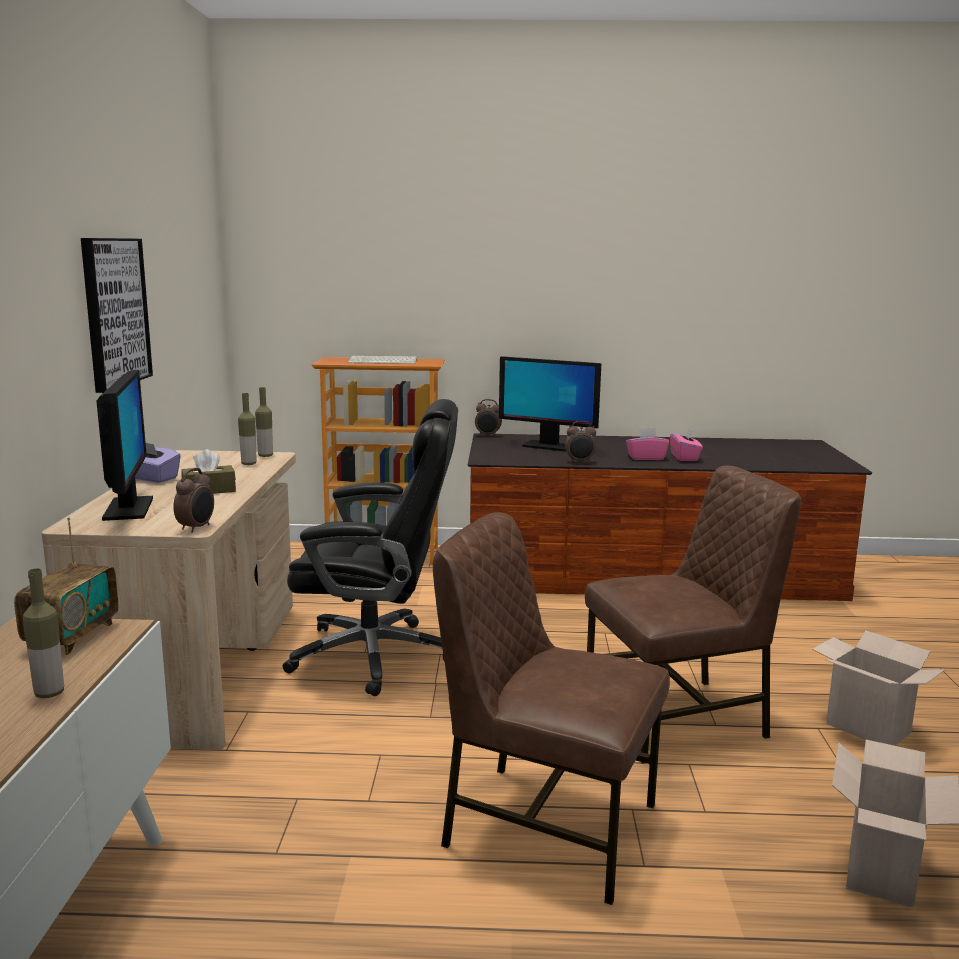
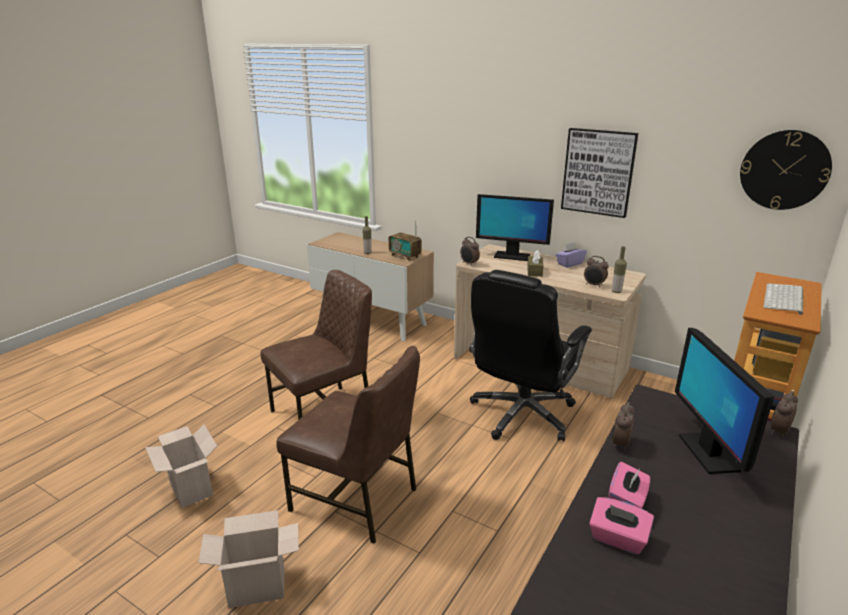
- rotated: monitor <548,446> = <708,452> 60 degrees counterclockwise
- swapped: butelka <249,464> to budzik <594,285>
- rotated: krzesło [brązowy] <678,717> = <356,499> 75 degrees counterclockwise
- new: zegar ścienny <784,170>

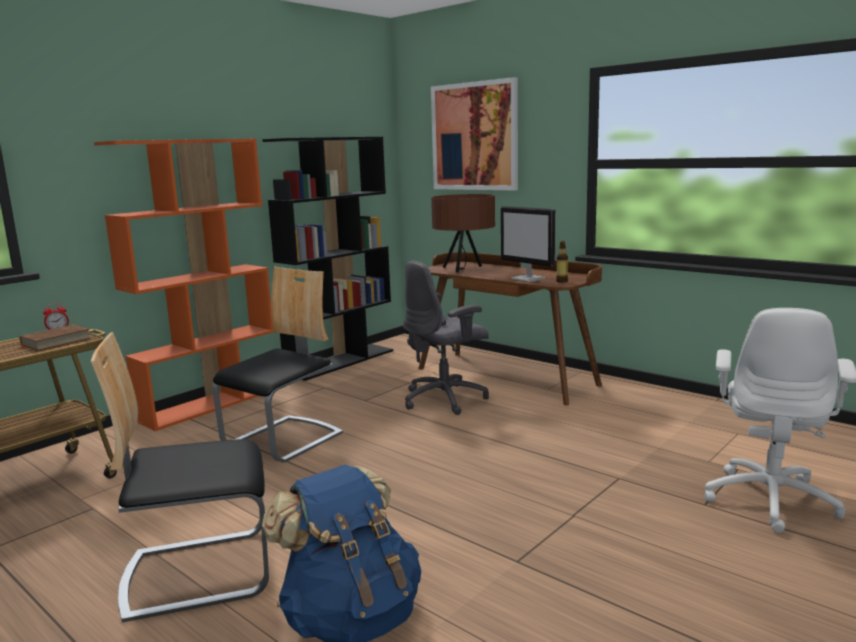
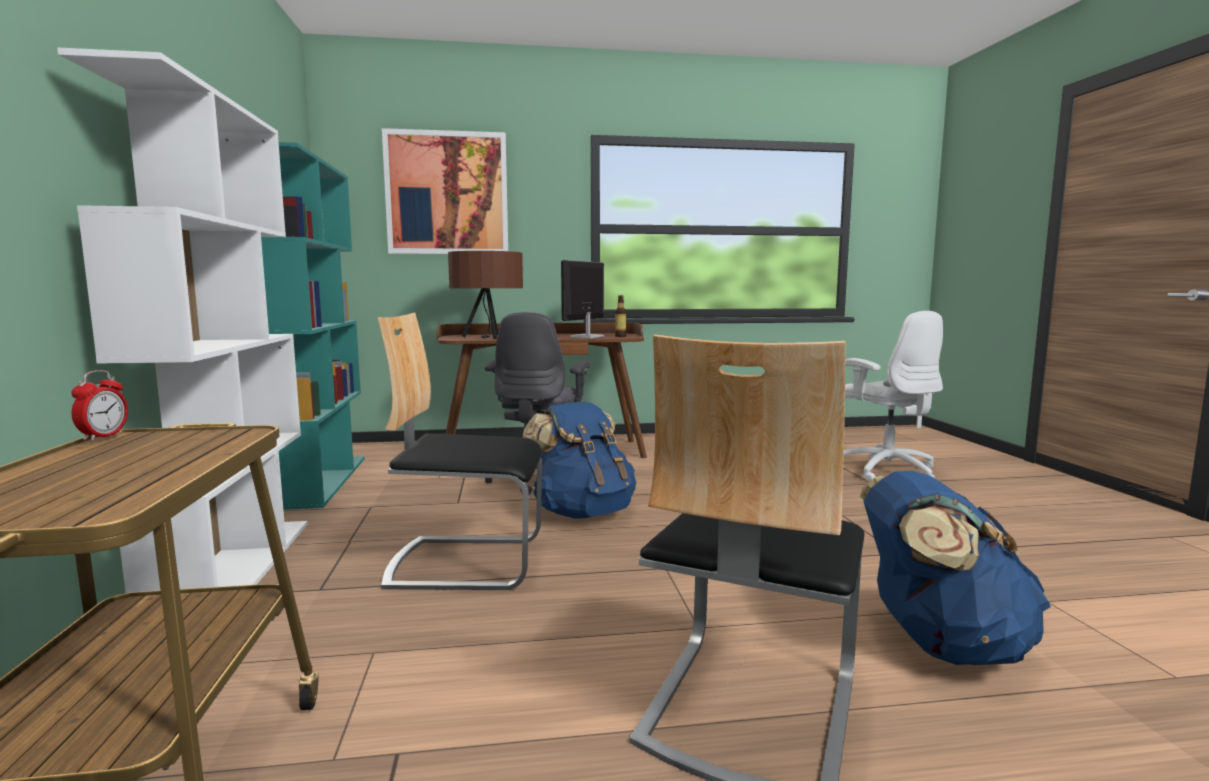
- repainted: regał [czarny] <340,361> to regał [turkusowy] <321,481>
- repainted: regał [pomarańczowy] <211,404> to regał [biały] <234,568>
- rotated: monitor <528,279> = <586,337> 120 degrees clockwise
- rotated: krzesło <284,440> = <466,562> 75 degrees counterclockwise
- gone: książka [brązowy] <56,341>
- new: plecak [niebieski] <583,512>

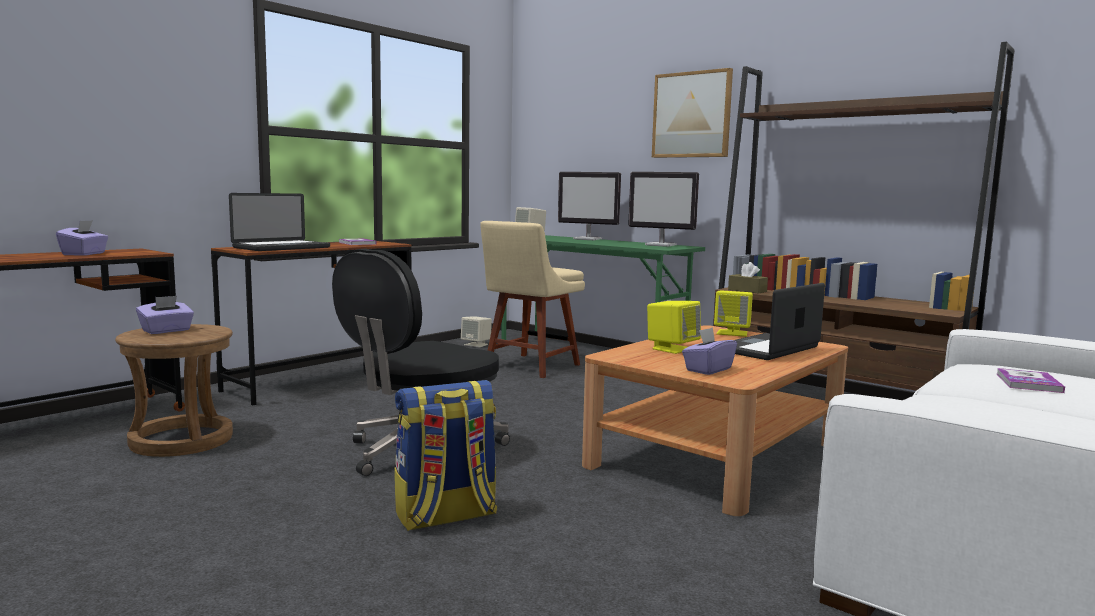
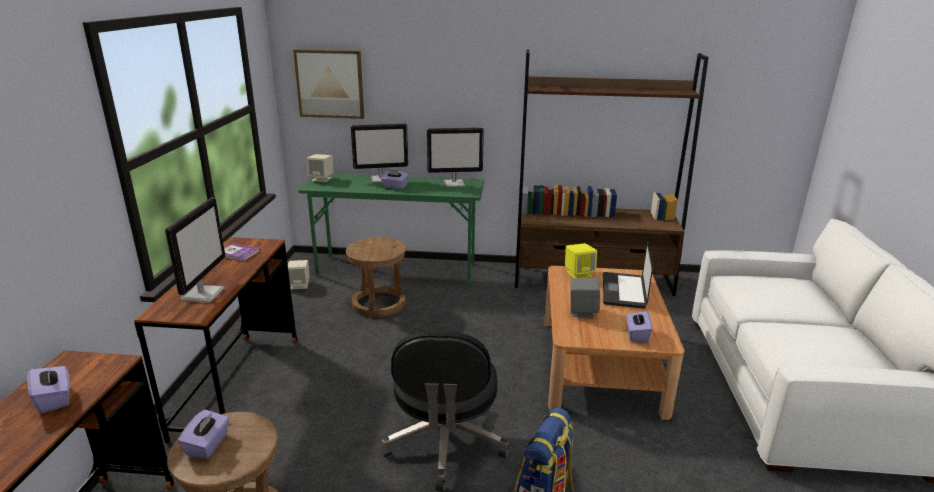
- shifted: obraz <692,115> to <330,84>
- swapped: laptop <282,247> to monitor <203,294>
- swapped: krzesło [beżowy] <529,367> to stołek [brązowy] <378,304>
- gone: pudełko chusteczek [brązowy] <747,290>
- repainted: głośnik [żółty] <672,349> to głośnik [szary] <582,312>
- gone: książka <1028,383>
- new: pudełko chusteczek [fioletowy] <395,187>

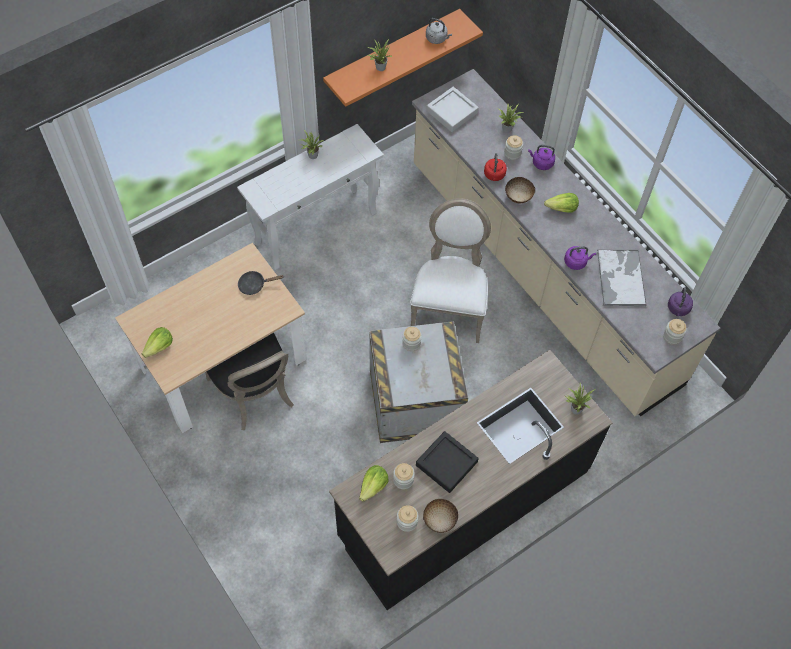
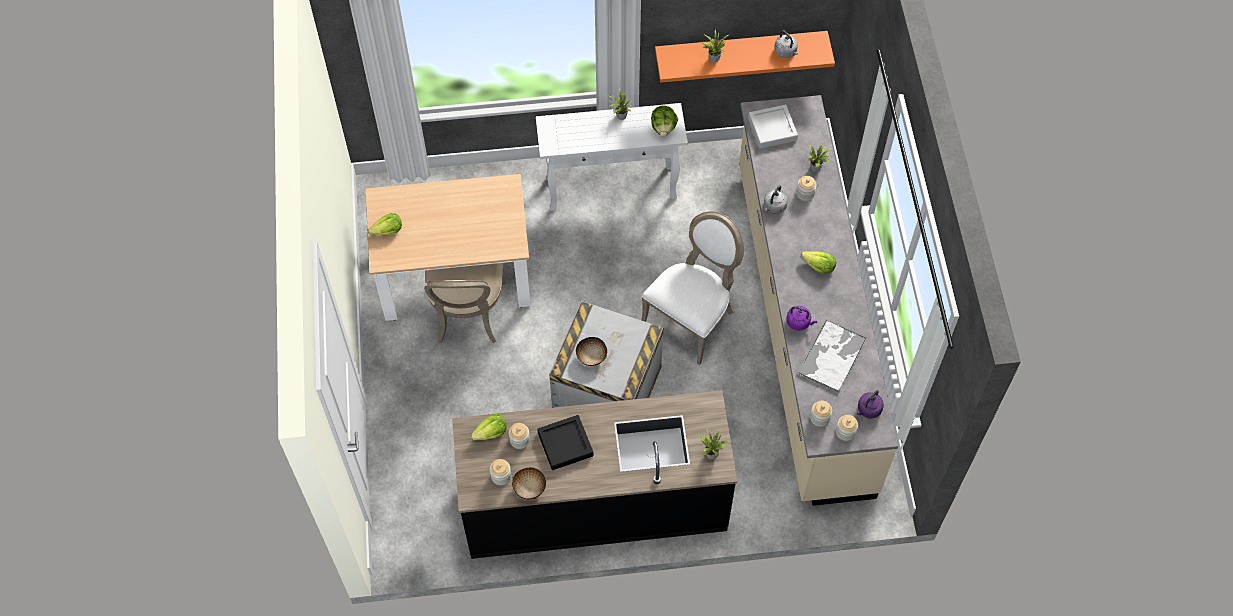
- gone: czajnik [fioletowy] <541,163>
- repainted: czajnik [czerwony] <494,175> to czajnik [szary] <774,207>
- shifted: miska <518,197> to <591,357>
- gone: patelnia [czarny] <255,285>
- shifted: słoik <411,343> to <820,418>
- repainted: krzesło [czarny] <255,393> to krzesło [beżowy] <467,315>
- new: sałata <663,128>

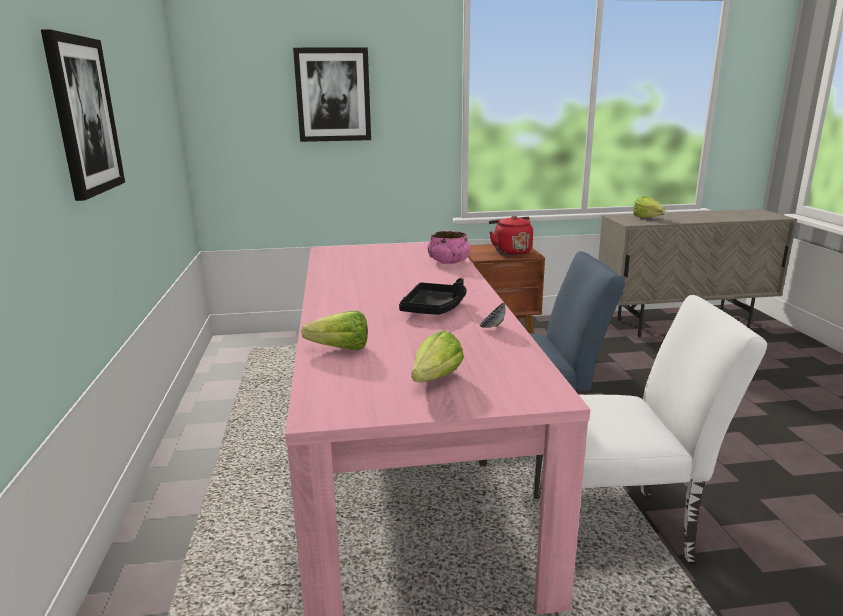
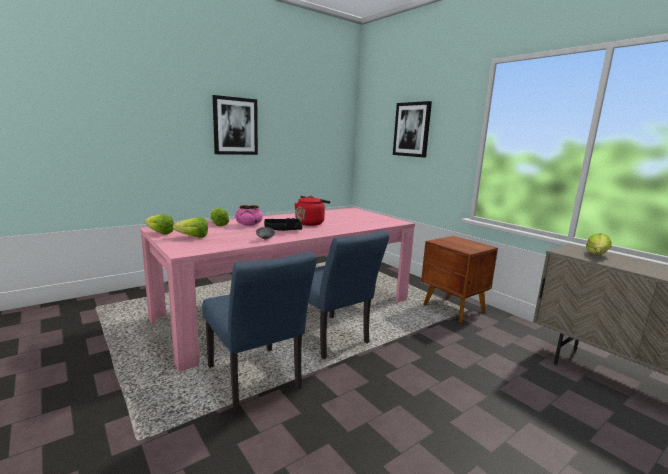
- shifted: czajnik [czerwony] <510,252> to <310,223>
- shifted: miska [różowy] <448,262> to <249,224>
- repainted: krzesło [biały] <621,527> to krzesło [niebieski] <256,381>
- new: sałata <158,232>

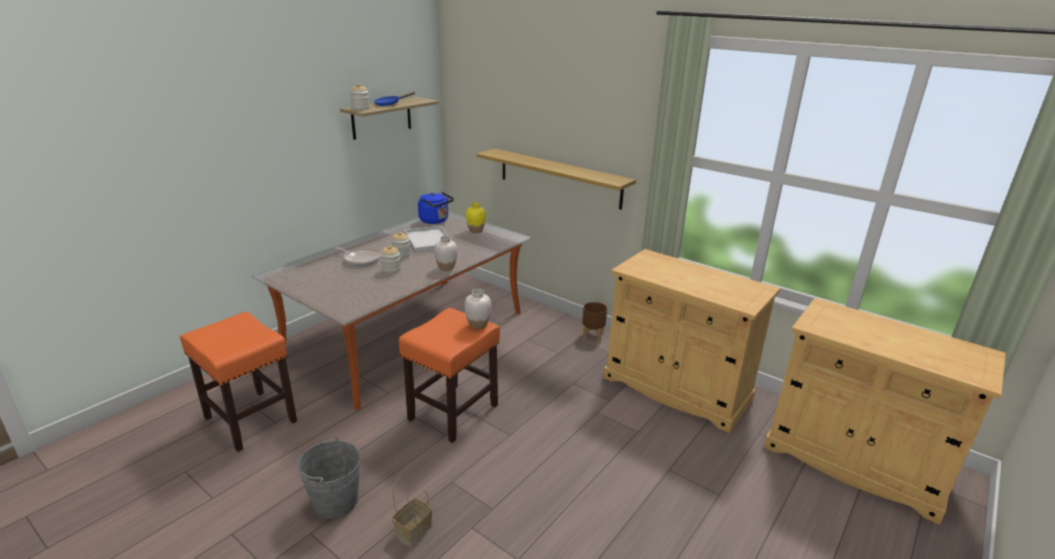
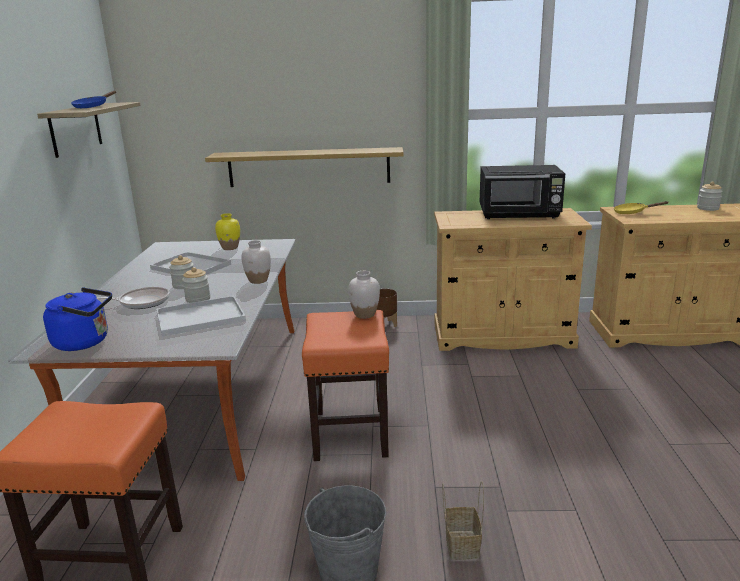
- shifted: słoik <360,108> to <708,208>
- shifted: czajnik [niebieski] <435,221> to <85,342>
- new: mikrofalówka [czarny] <519,215>
- new: patelnia [żółty] <632,212>
- new: taca [biały] <199,318>

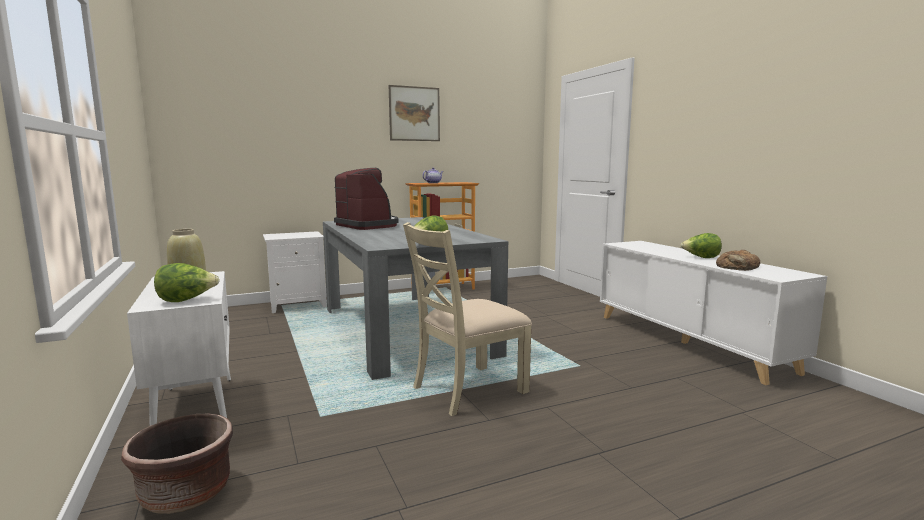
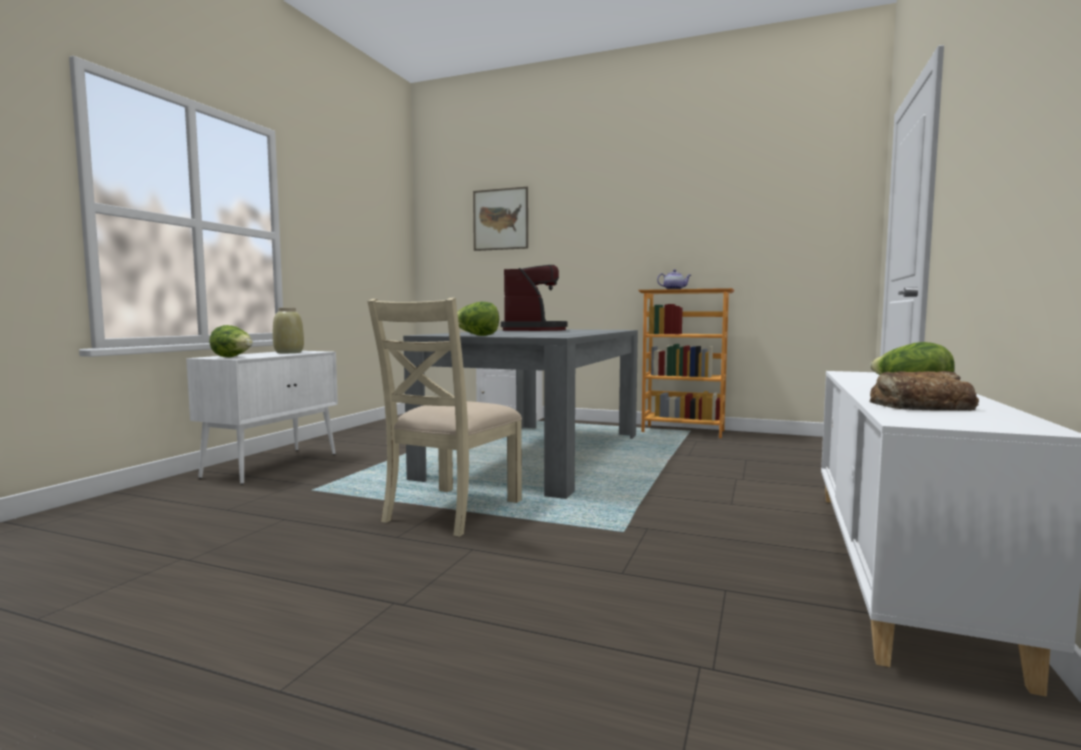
- shifted: obraz <414,114> to <500,219>
- rotated: krzesło [beżowy] <468,389> = <451,510> 75 degrees counterclockwise
- gone: donica [brązowy] <186,493>

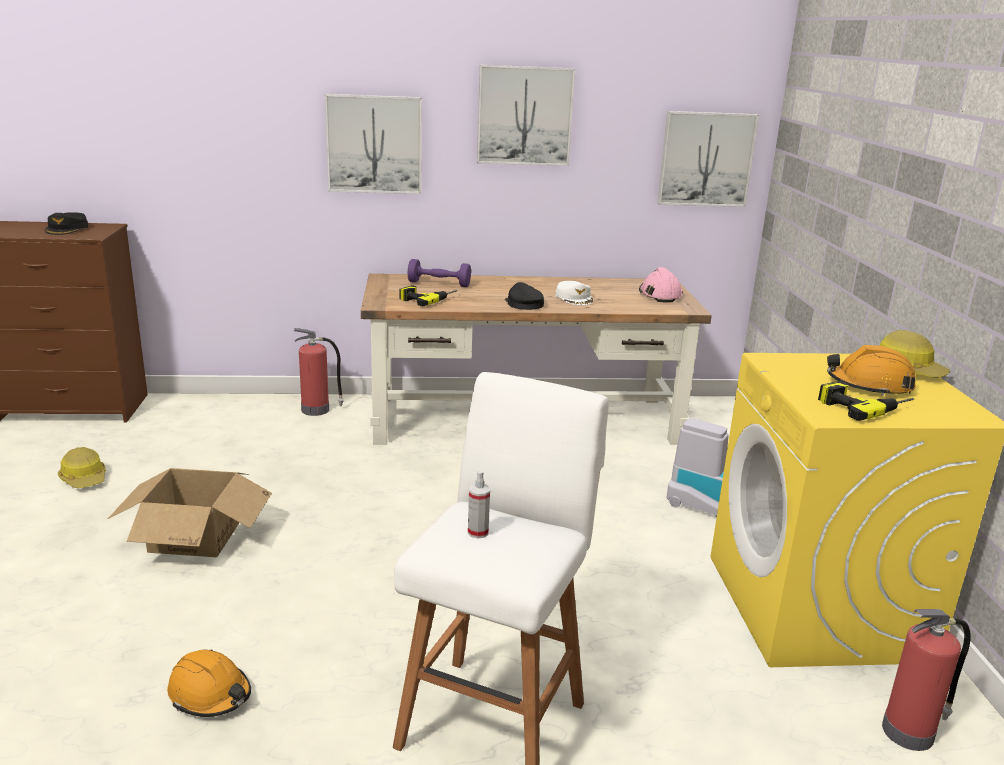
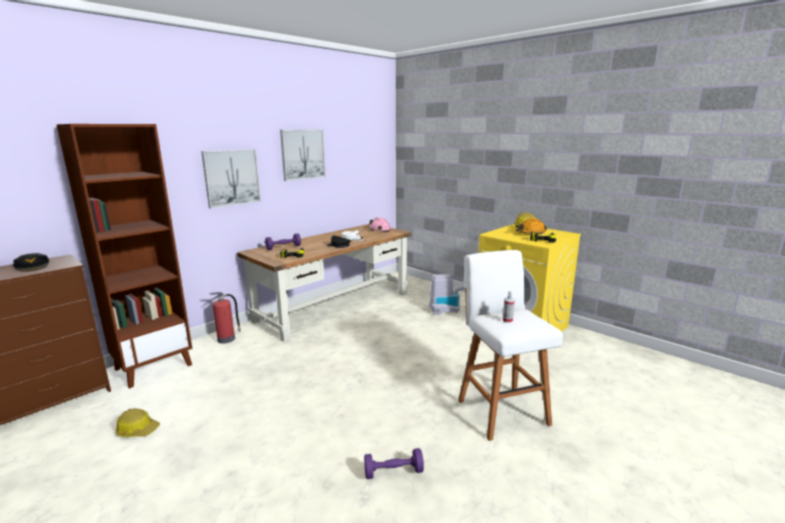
- gone: obraz <706,159>
- gone: karton <196,535>
- gone: gaśnica <910,731>
- swapped: kask [pomarańczowy] <210,694> to hantel [fioletowy] <393,472>
- new: regał [brązowy] <154,366>

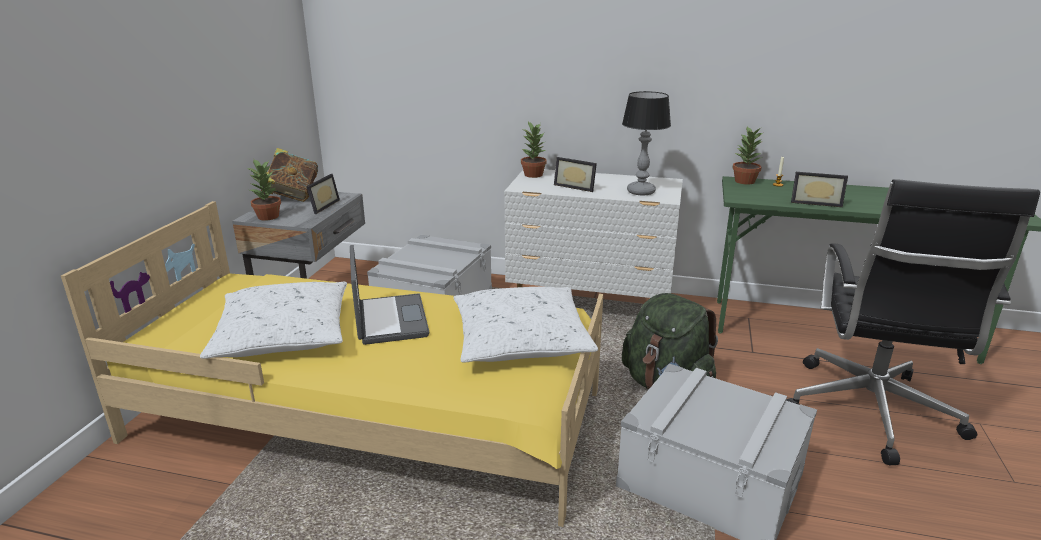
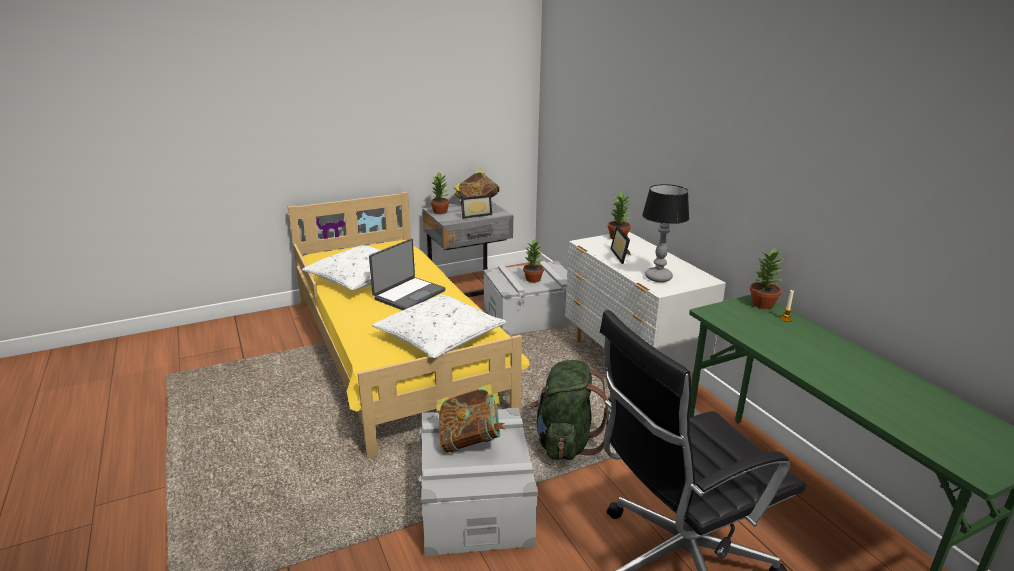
- gone: ramka na zdjęcie <815,202>
- new: roślina doniczkowa <533,279>
- new: książka <470,440>

